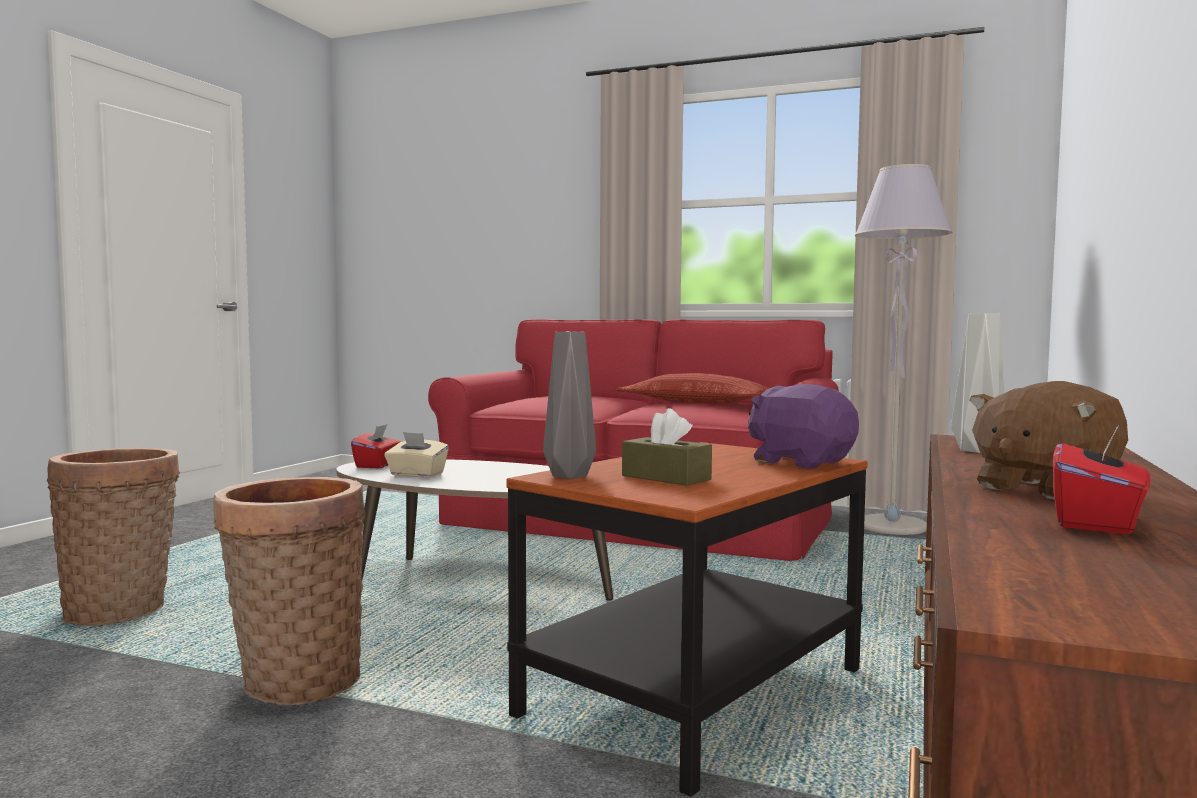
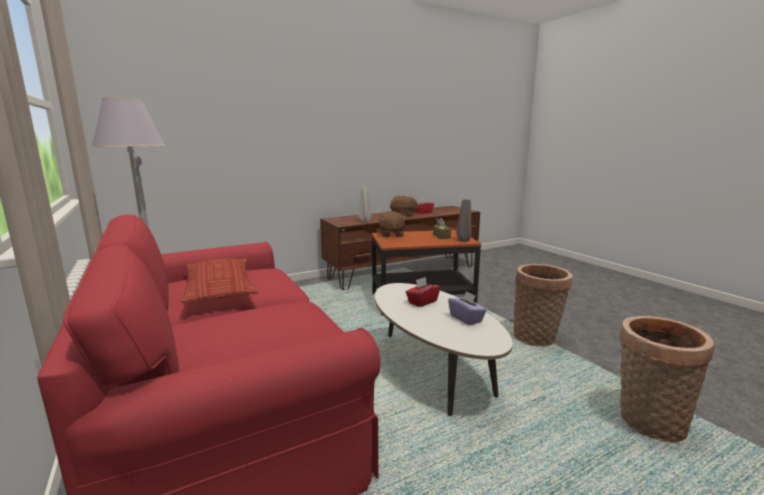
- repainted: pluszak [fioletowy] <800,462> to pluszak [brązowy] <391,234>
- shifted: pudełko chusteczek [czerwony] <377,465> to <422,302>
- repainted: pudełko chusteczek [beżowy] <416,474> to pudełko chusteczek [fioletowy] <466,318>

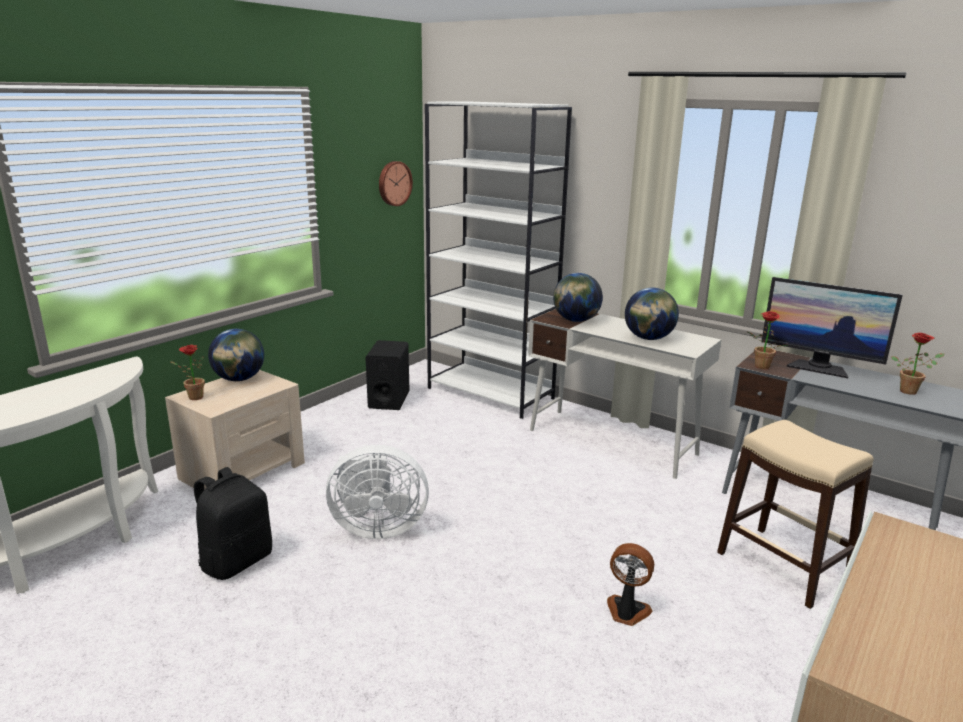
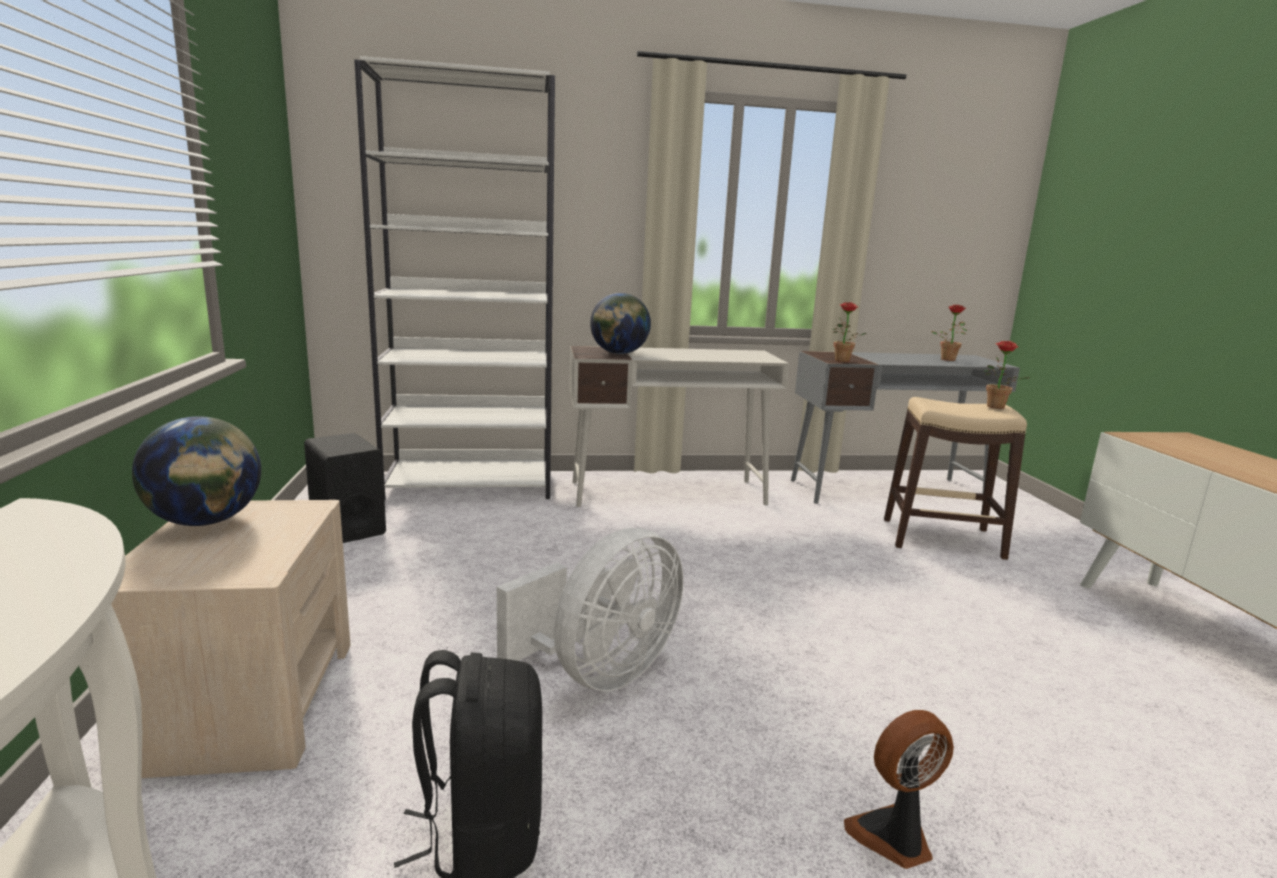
- gone: zegar ścienny <394,183>
- gone: monitor <818,367>
- gone: globus <648,338>
- shifted: roślina doniczkowa <192,397> to <994,407>
- shifted: wentylator <626,612> to <894,838>

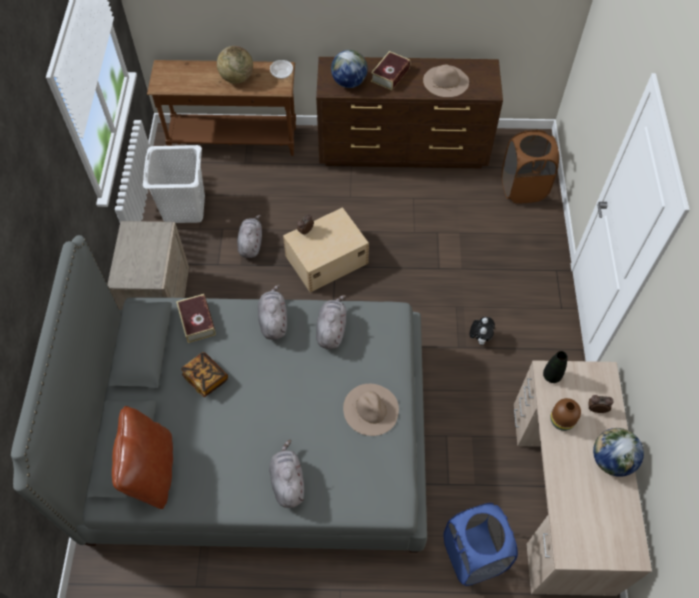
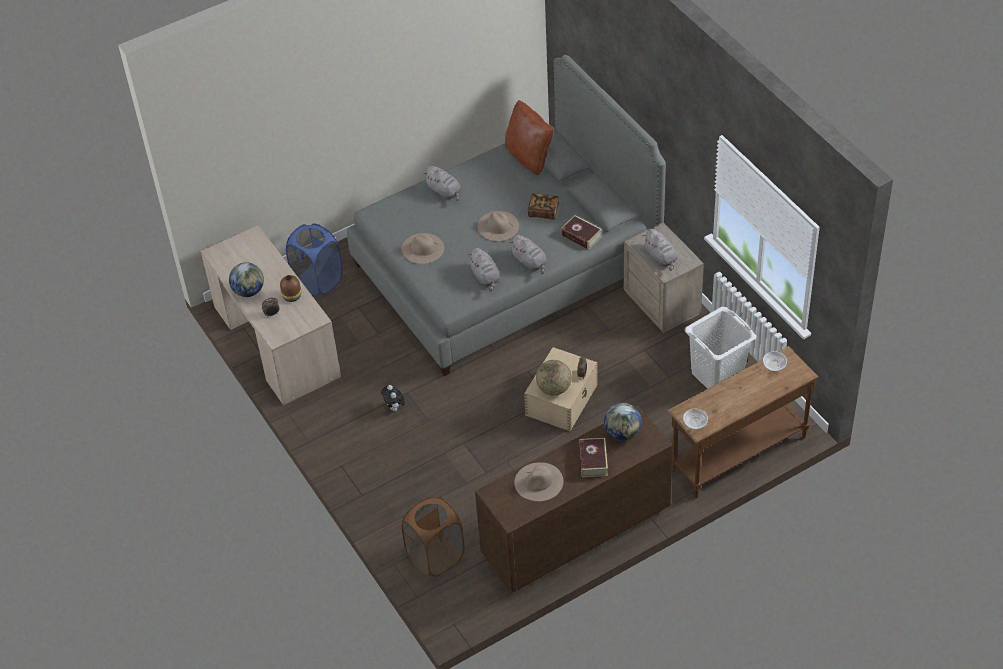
- shifted: globus <237,78> to <554,388>
- shifted: pluszak [szary] <251,243> to <661,258>
- gone: wazon [czarny] <551,376>
- new: kapelusz [beżowy] <498,226>
- new: miska <774,366>

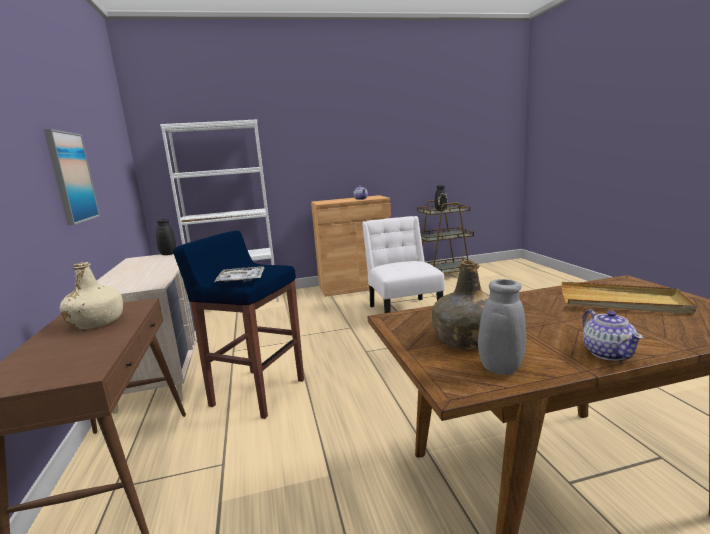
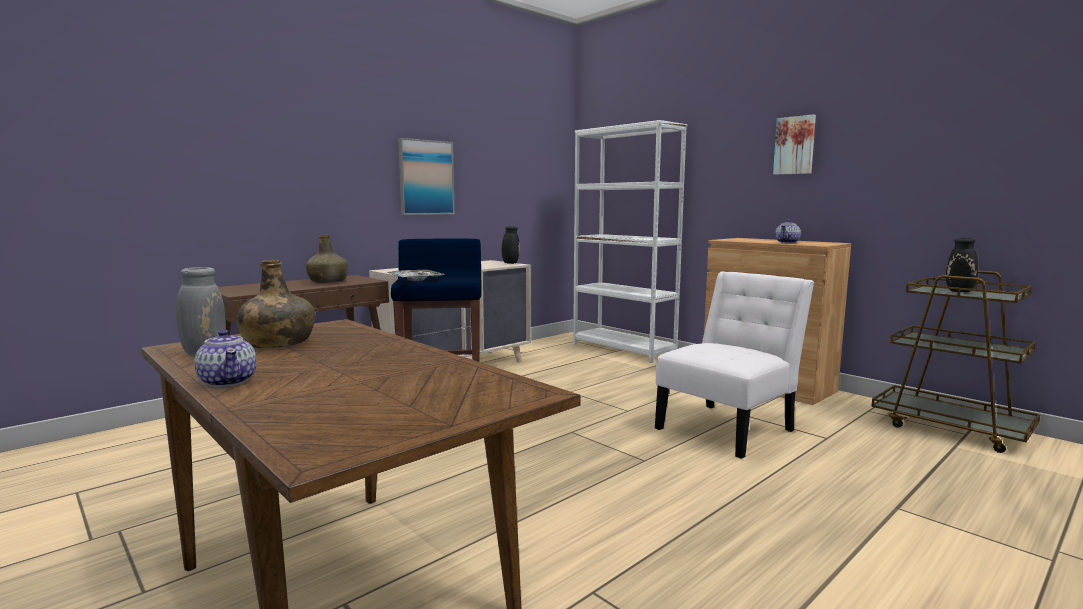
- repainted: butelka [beżowy] <97,322> to butelka [zielony] <328,281>
- gone: taca [beżowy] <622,302>
- rotated: imbryk <608,353> = <228,381> 90 degrees counterclockwise
- new: obraz <795,145>

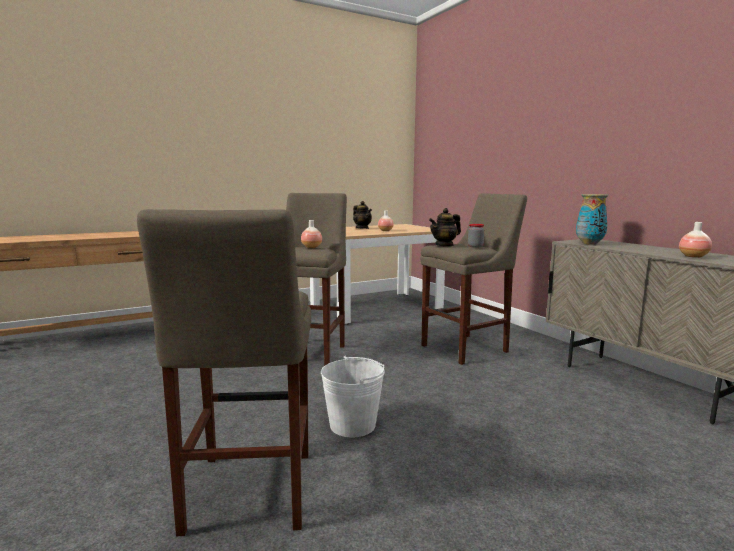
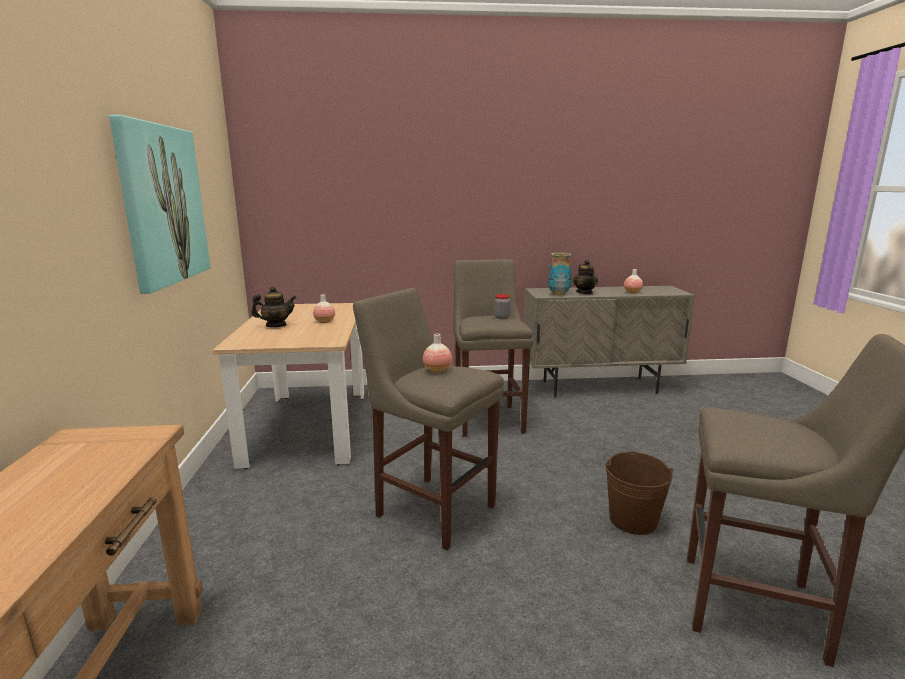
- shifted: imbryk <444,245> to <584,293>
- repainted: wiadro [biały] <352,425> to wiadro [brązowy] <633,520>
- new: obraz <162,205>

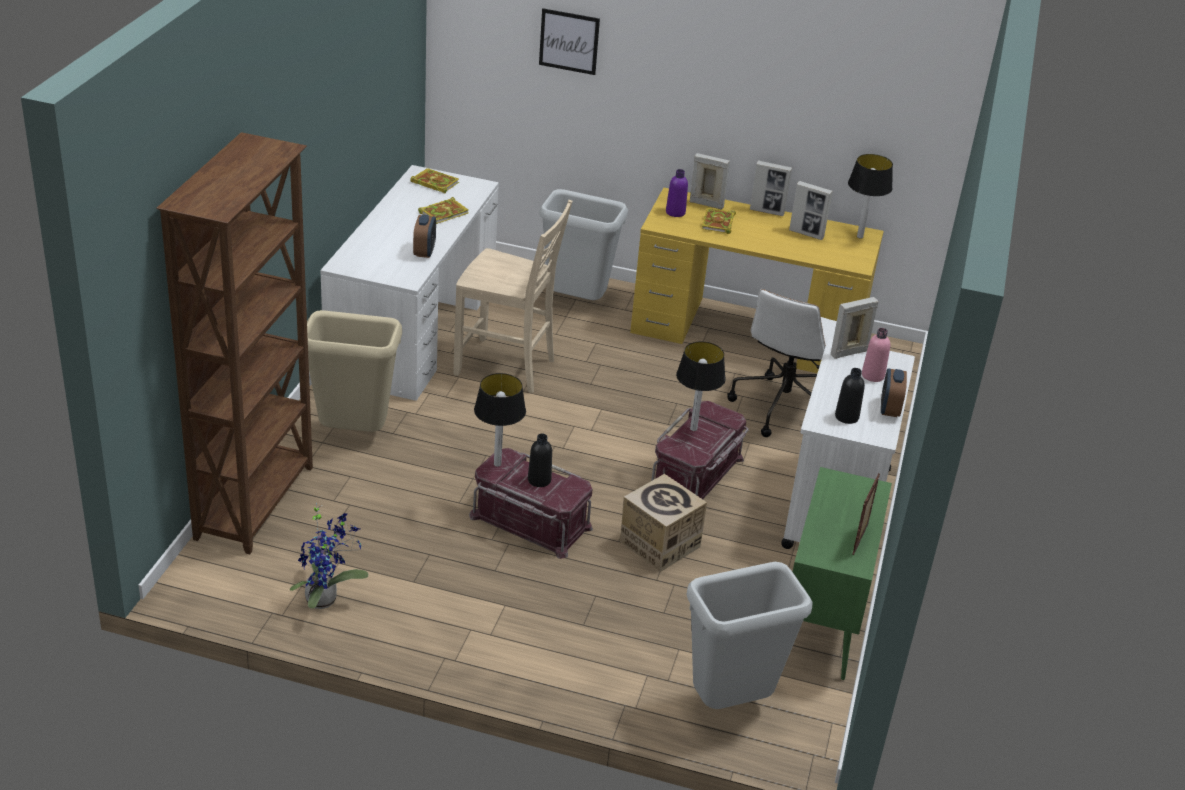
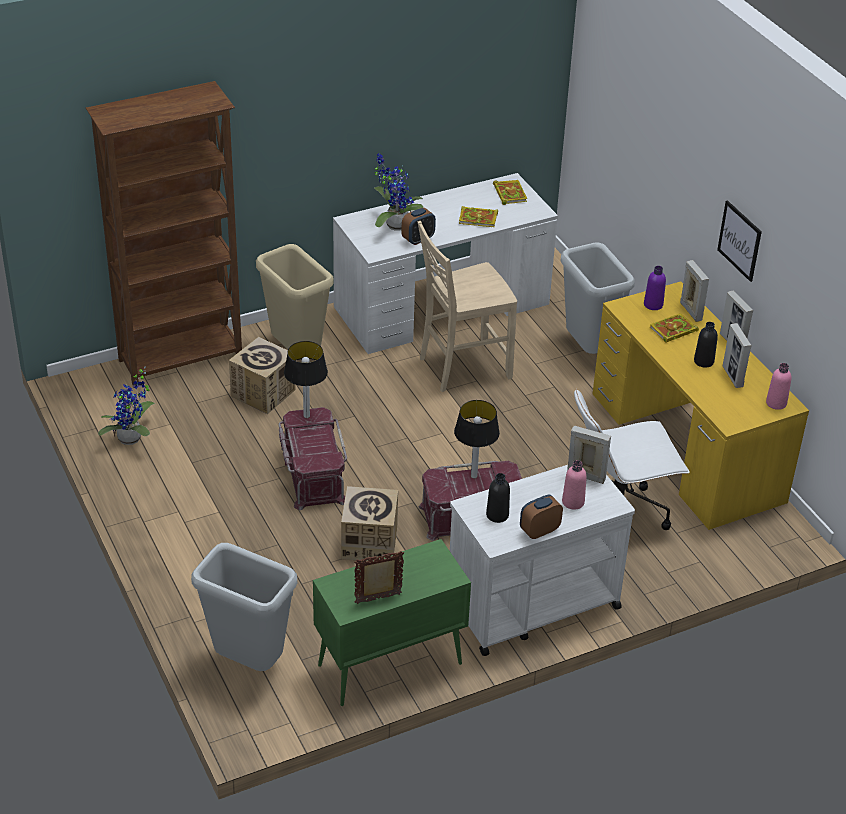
- shifted: obraz <569,41> to <739,240>
- swapped: lampa stołowa <859,236> to butelka [różowy] <776,403>
- rotated: krzesło [beżowy] <507,367> = <462,367> 90 degrees clockwise
- shifted: butelka [czarny] <539,480> to <703,361>
- new: roślina doniczkowa <394,224>
- new: karton <263,393>

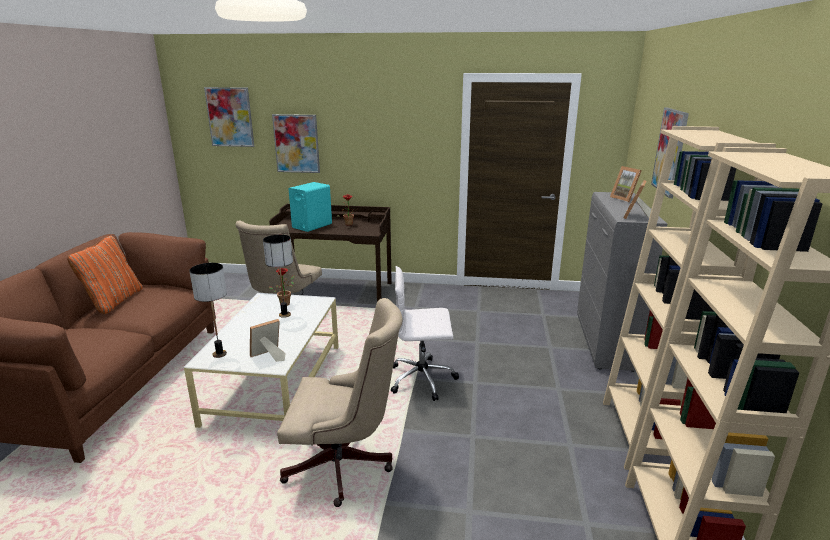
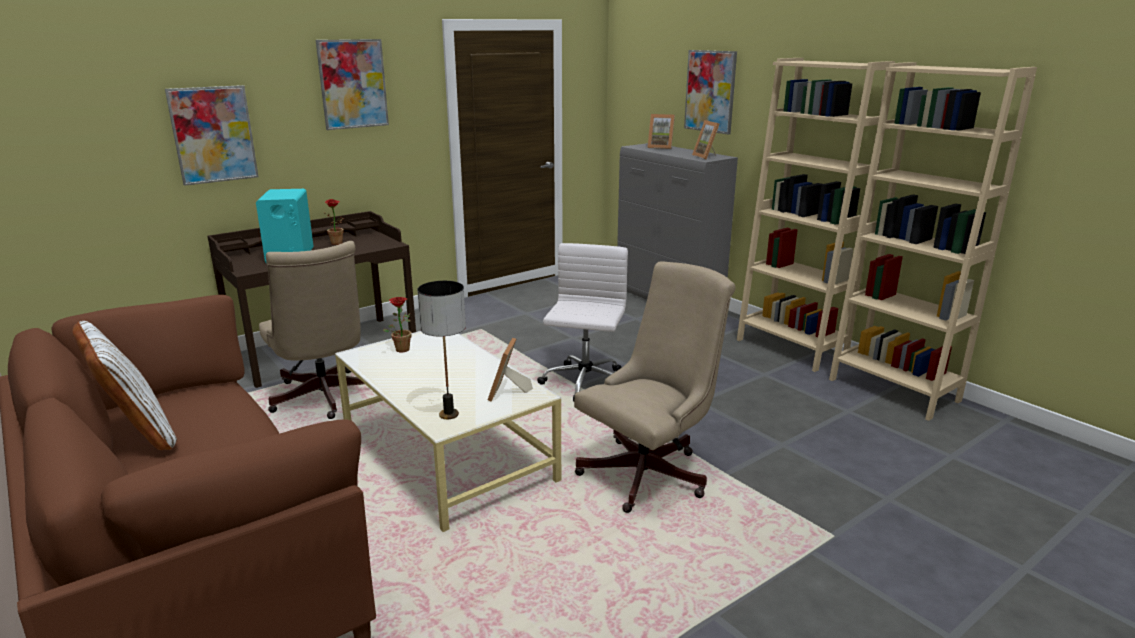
- shifted: obraz <230,117> to <353,84>
- gone: lampa stołowa <284,314>
- repainted: poduszka [pomarańczowy] <113,301> to poduszka [biały] <137,434>
- rotated: krzesło biurowe [biały] <423,379> = <584,383> 150 degrees clockwise

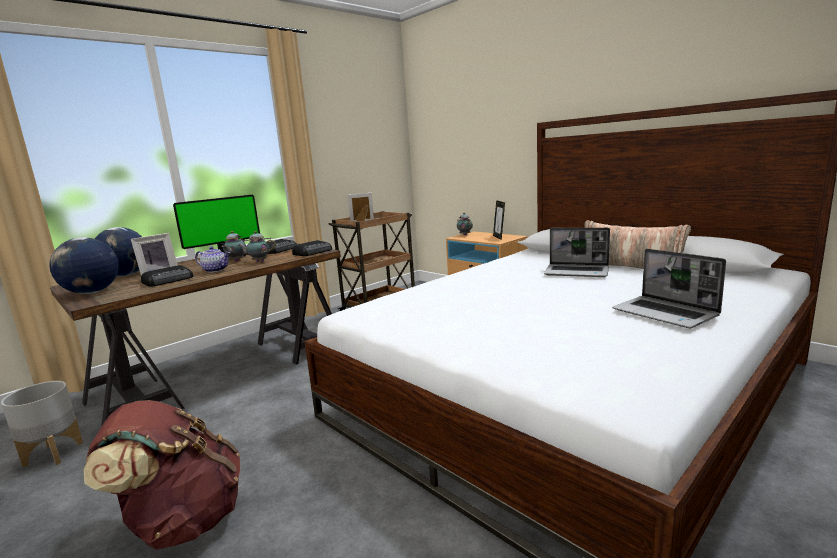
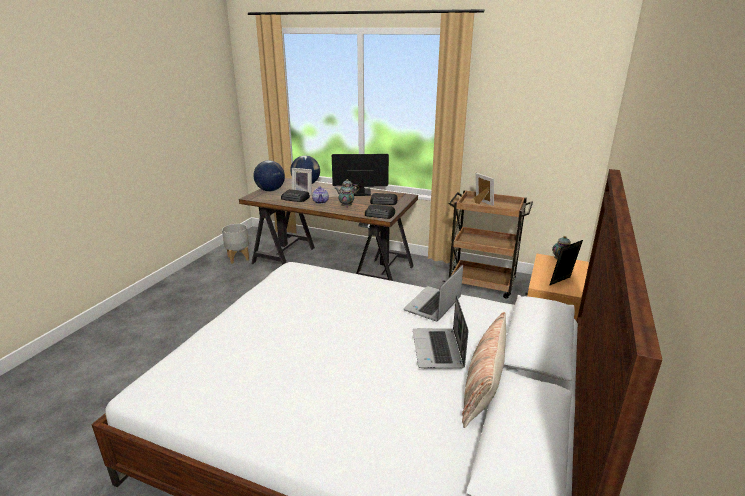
- rotated: monitor <228,256> = <360,193> 150 degrees clockwise
- shifted: laptop <666,313> to <433,305>
- gone: plecak [brązowy] <183,521>

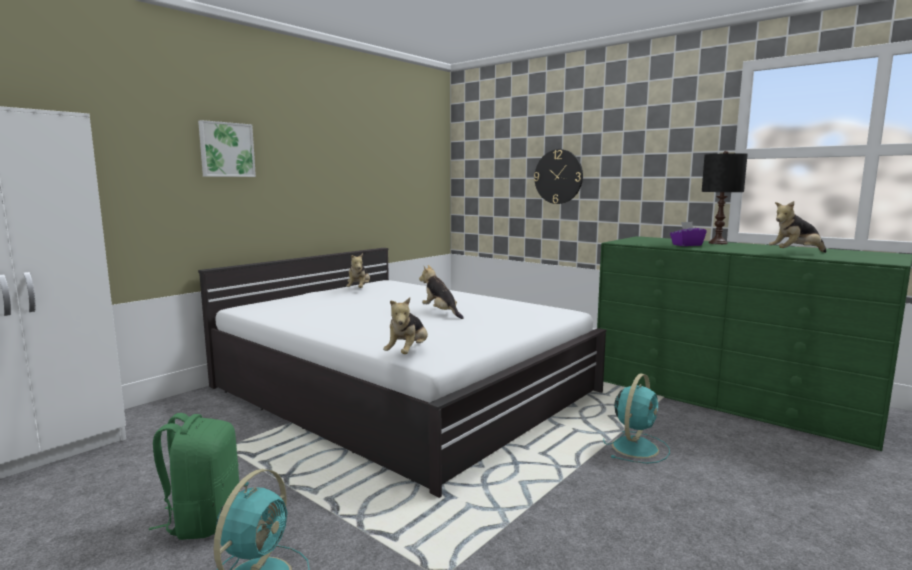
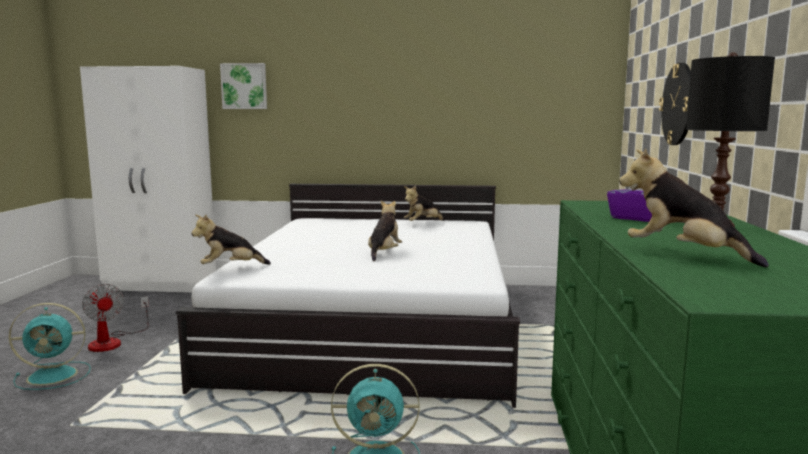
- shifted: obraz <226,150> to <244,86>
- swapped: plecak [zielony] <203,519> to wentylator <112,341>

